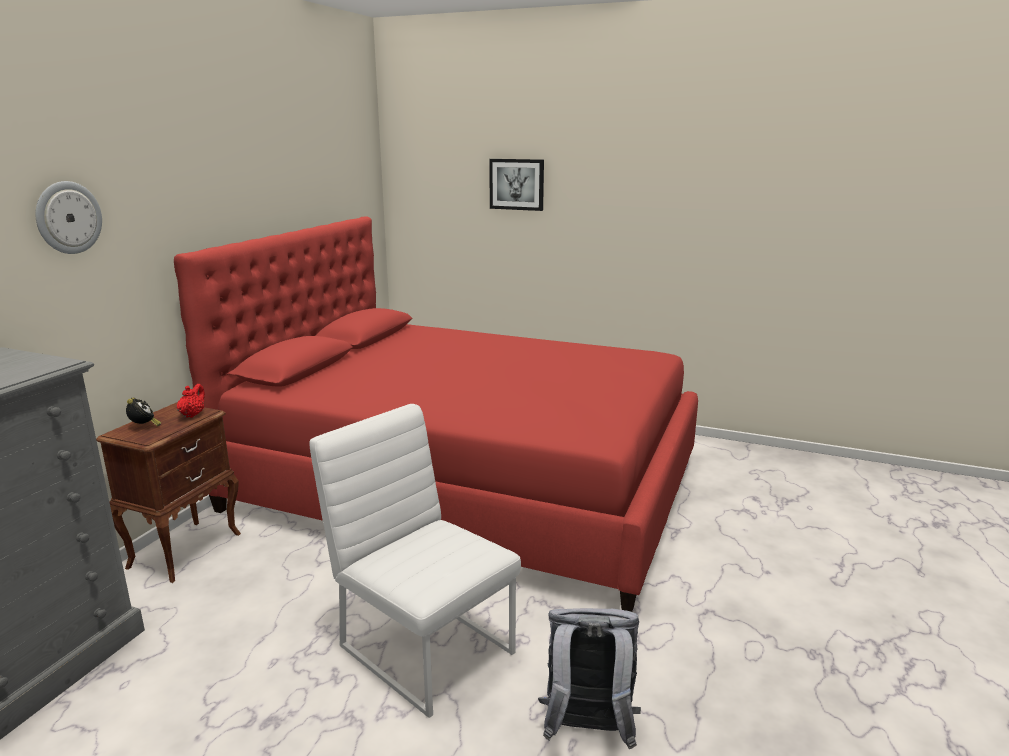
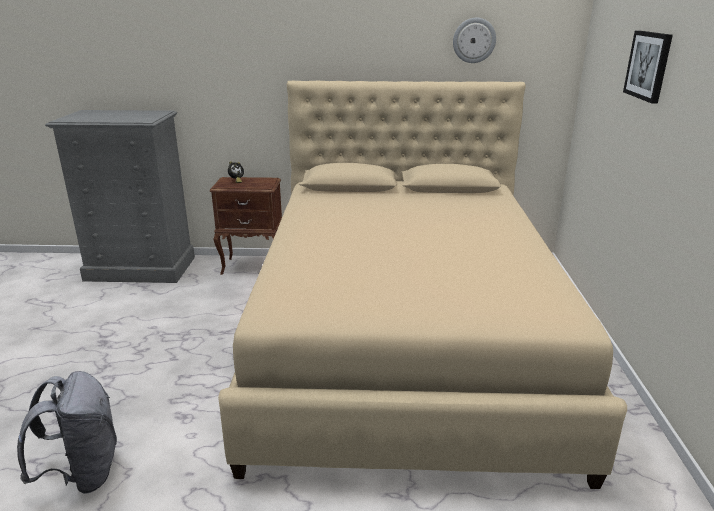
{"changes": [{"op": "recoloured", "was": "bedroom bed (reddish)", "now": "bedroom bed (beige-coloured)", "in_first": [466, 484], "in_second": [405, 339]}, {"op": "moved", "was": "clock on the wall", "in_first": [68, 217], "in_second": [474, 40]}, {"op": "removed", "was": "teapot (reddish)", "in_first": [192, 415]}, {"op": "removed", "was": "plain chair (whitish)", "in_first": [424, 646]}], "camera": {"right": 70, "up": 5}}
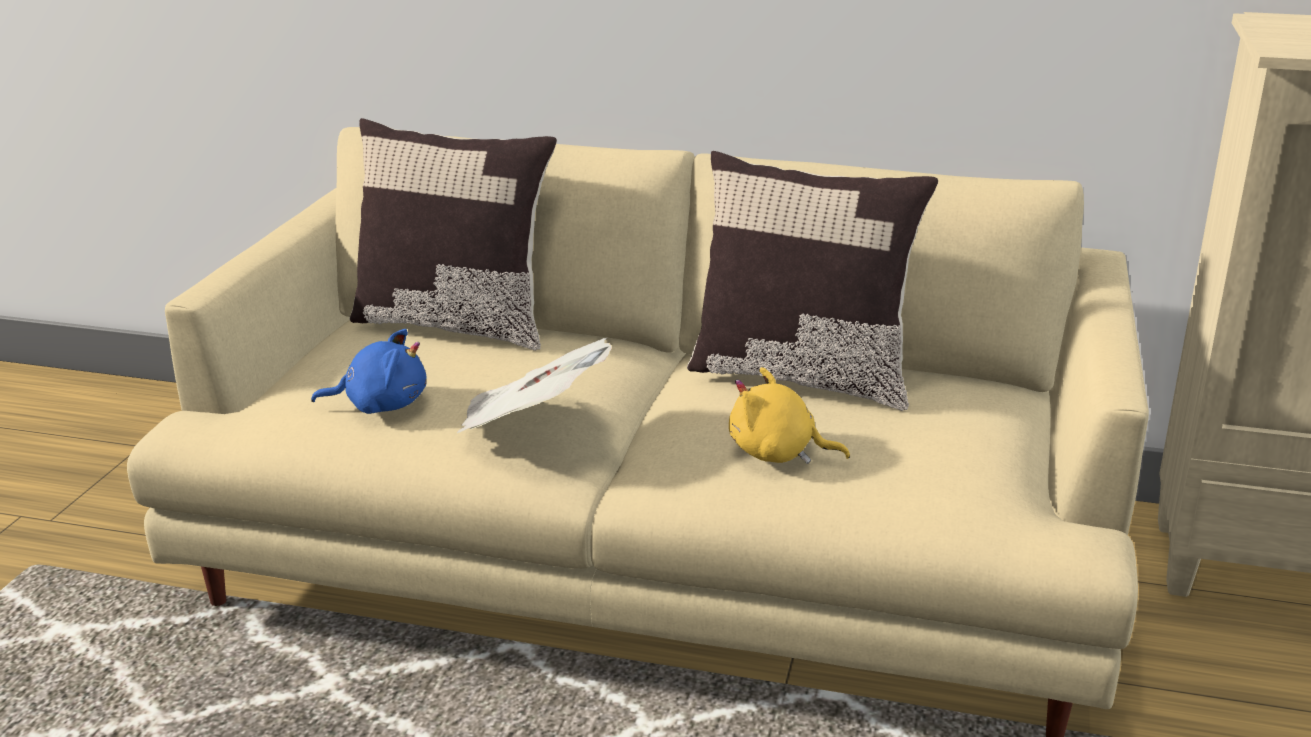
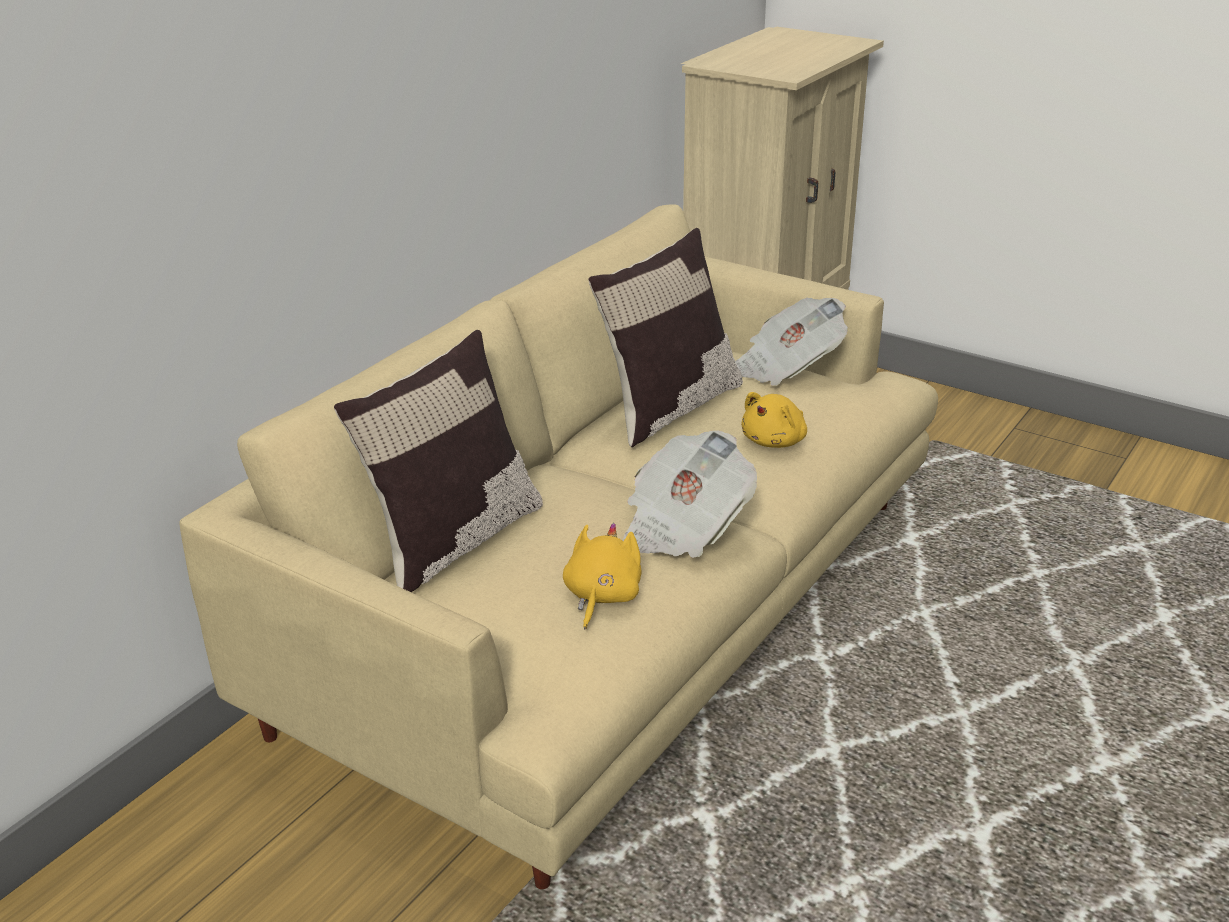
{"changes": [{"op": "recoloured", "was": "cuddly toy (bluish)", "now": "cuddly toy (yellowish)", "in_first": [380, 405], "in_second": [601, 597]}, {"op": "added", "now": "daily paper", "in_second": [787, 368]}], "camera": {"right": -70, "up": 5}}
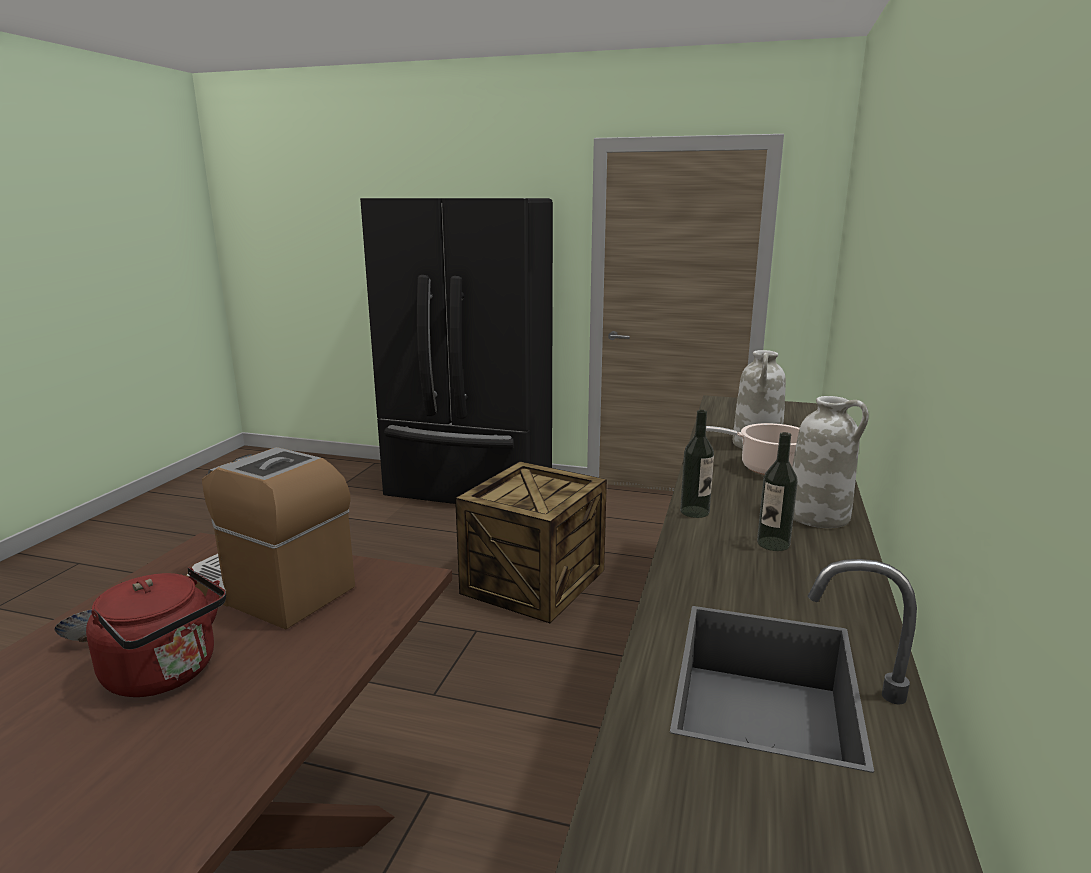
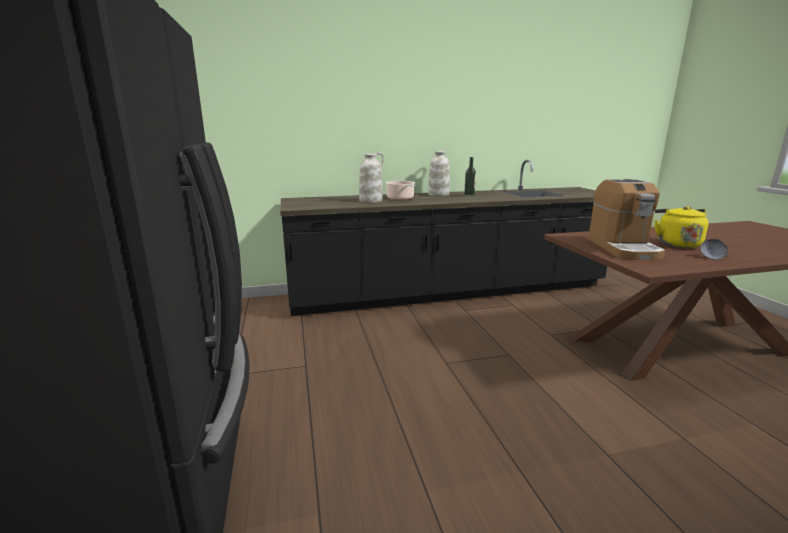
{"changes": [{"op": "recoloured", "was": "water kettle (reddish)", "now": "water kettle (yellowish)", "in_first": [166, 674], "in_second": [676, 244]}, {"op": "removed", "was": "packing crate", "in_first": [532, 581]}, {"op": "removed", "was": "beverage bottle", "in_first": [694, 512]}], "camera": {"right": -120, "up": 0}}
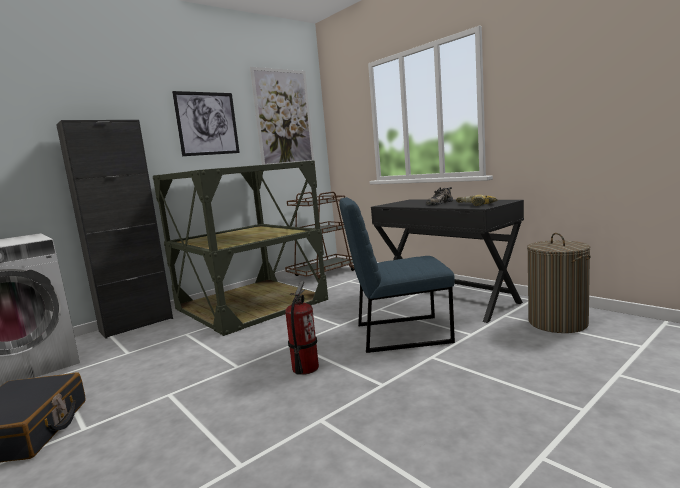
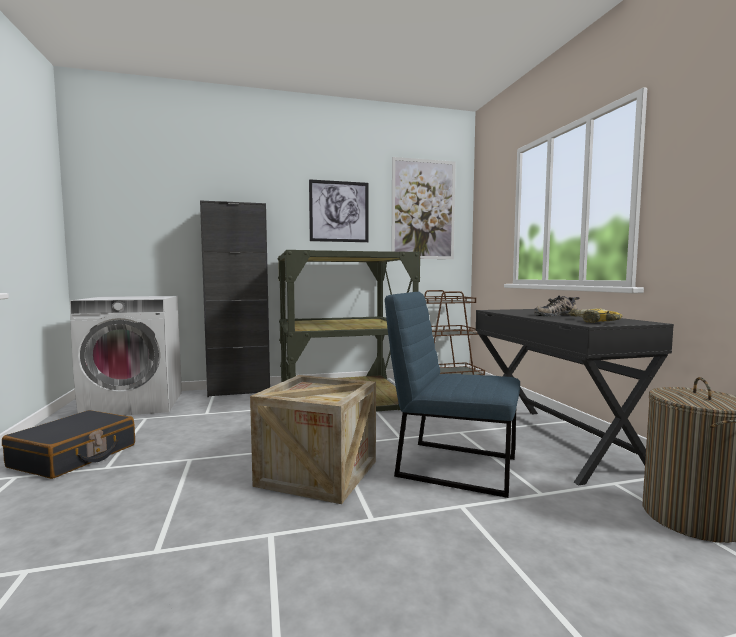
{"changes": [{"op": "replaced", "was": "fire extinguisher", "now": "packing crate", "in_first": [305, 368], "in_second": [318, 473]}], "camera": {"right": 25, "up": -5}}
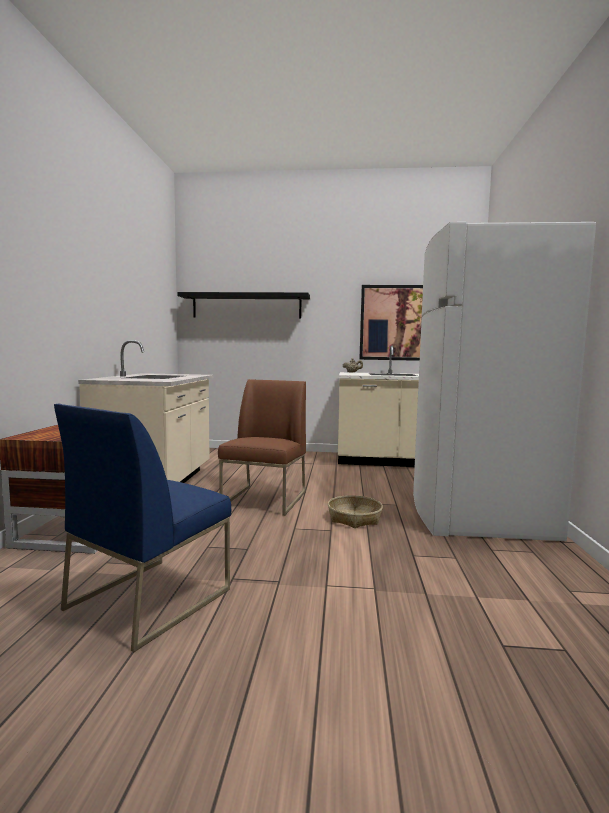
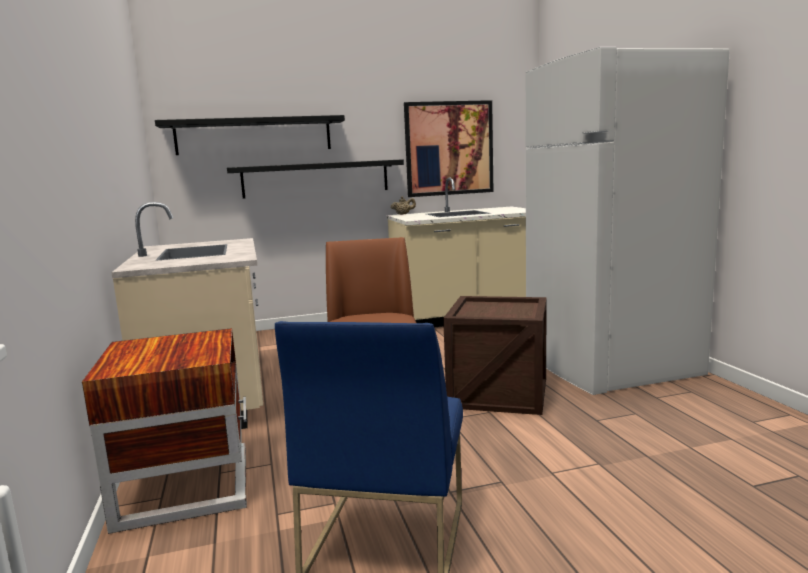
{"changes": [{"op": "added", "now": "bracket shelf (black-coloured)", "in_second": [316, 178]}, {"op": "replaced", "was": "household basket", "now": "packing crate", "in_first": [354, 518], "in_second": [498, 393]}], "camera": {"right": -20, "up": 5}}
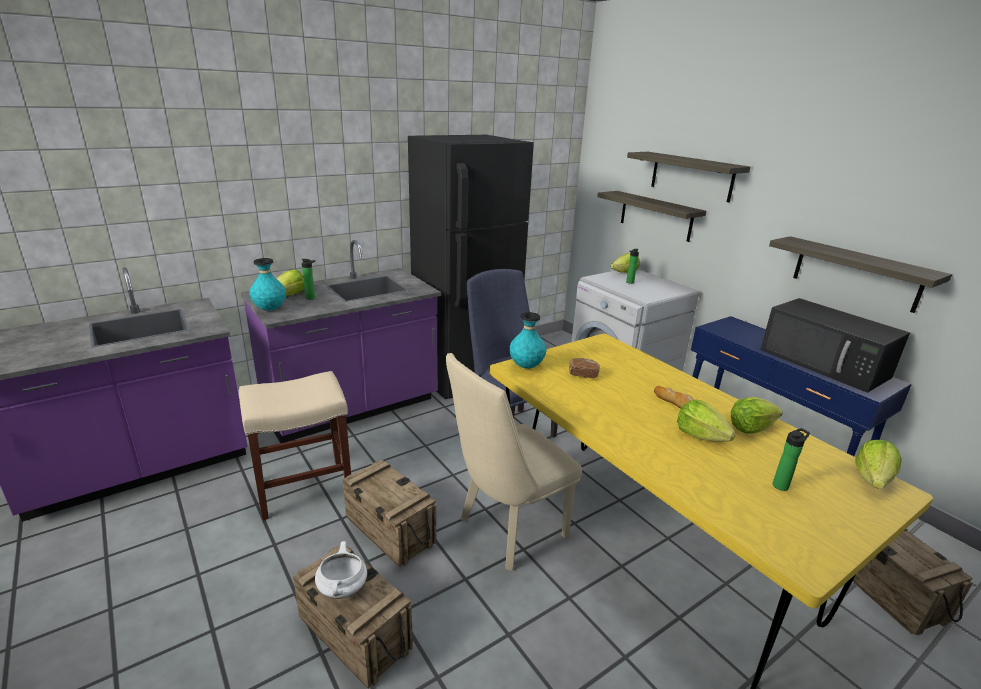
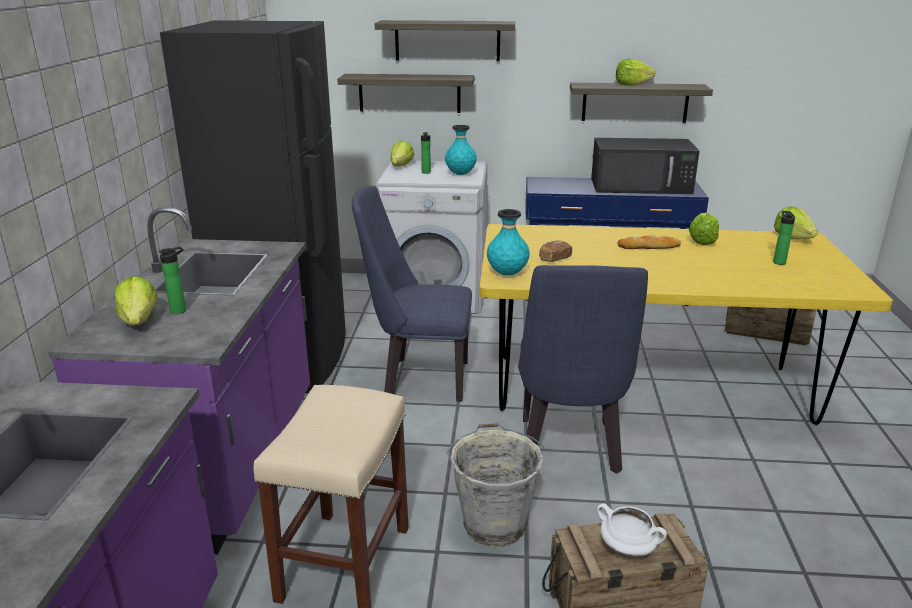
{"changes": [{"op": "moved", "was": "decorative vase (turquoise)", "in_first": [270, 309], "in_second": [460, 174]}, {"op": "replaced", "was": "packing crate", "now": "water bucket (gray)", "in_first": [389, 530], "in_second": [494, 523]}, {"op": "recoloured", "was": "plain chair (beige-coloured)", "now": "plain chair (bluish)", "in_first": [506, 531], "in_second": [569, 451]}, {"op": "moved", "was": "lettuce", "in_first": [700, 436], "in_second": [631, 84]}], "camera": {"right": -50, "up": 0}}
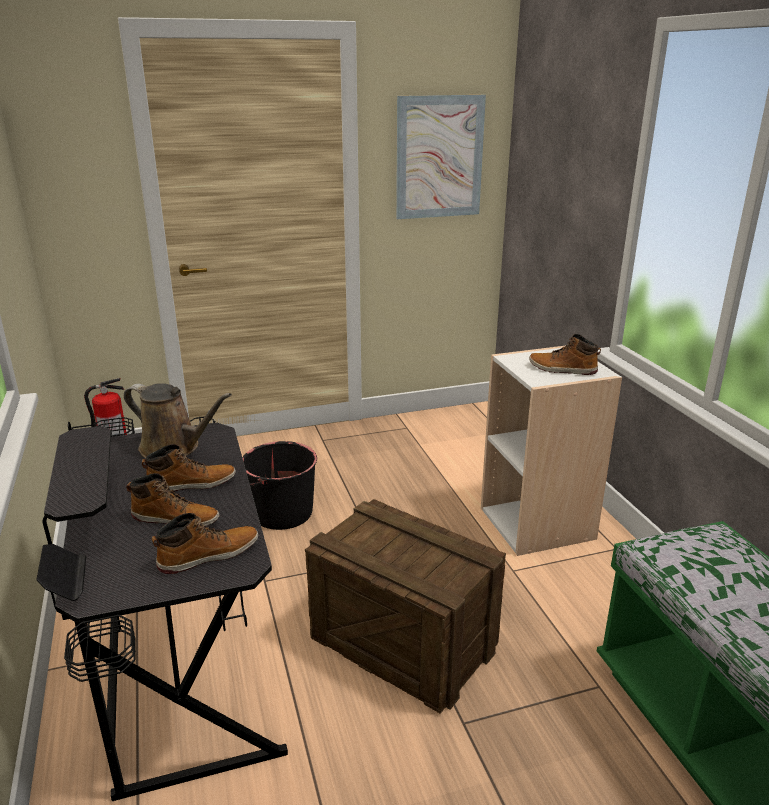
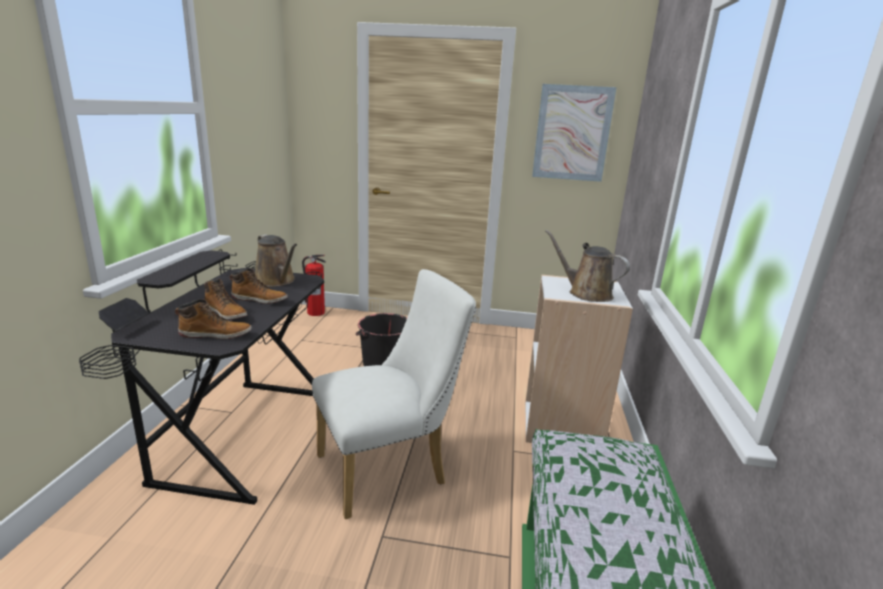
{"changes": [{"op": "replaced", "was": "packing crate", "now": "plain chair (whitish)", "in_first": [404, 643], "in_second": [390, 468]}, {"op": "replaced", "was": "tall boot", "now": "watering pot (brown-coloured)", "in_first": [562, 369], "in_second": [586, 293]}], "camera": {"right": 25, "up": -5}}
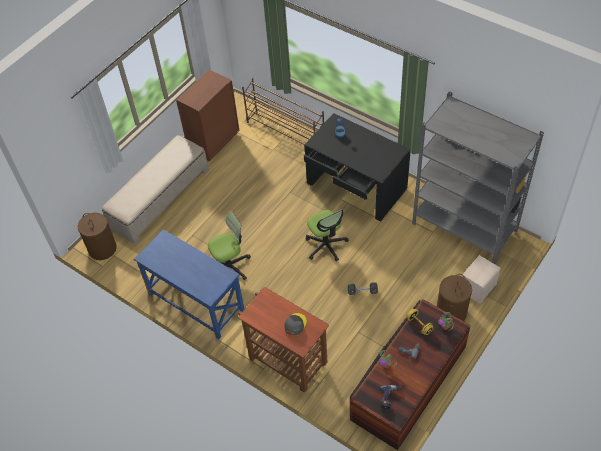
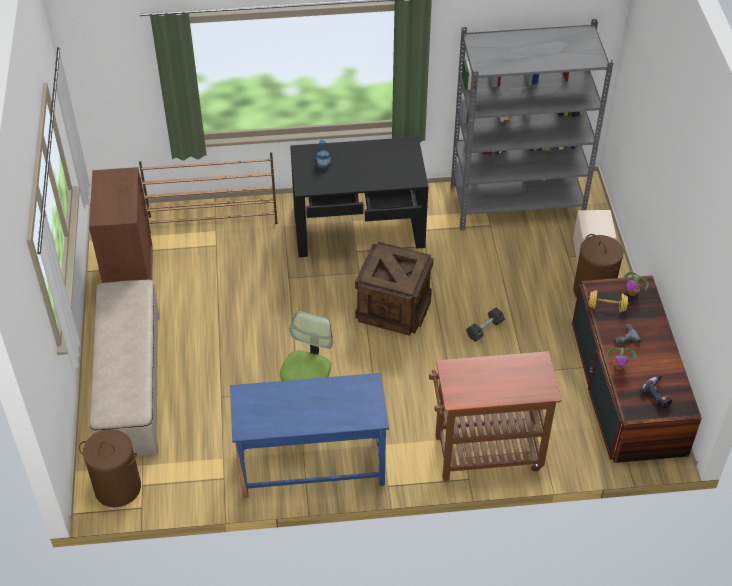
{"changes": [{"op": "replaced", "was": "computer chair", "now": "packing crate", "in_first": [326, 245], "in_second": [394, 308]}, {"op": "removed", "was": "cap (gray)", "in_first": [295, 324]}], "camera": {"right": -45, "up": -5}}
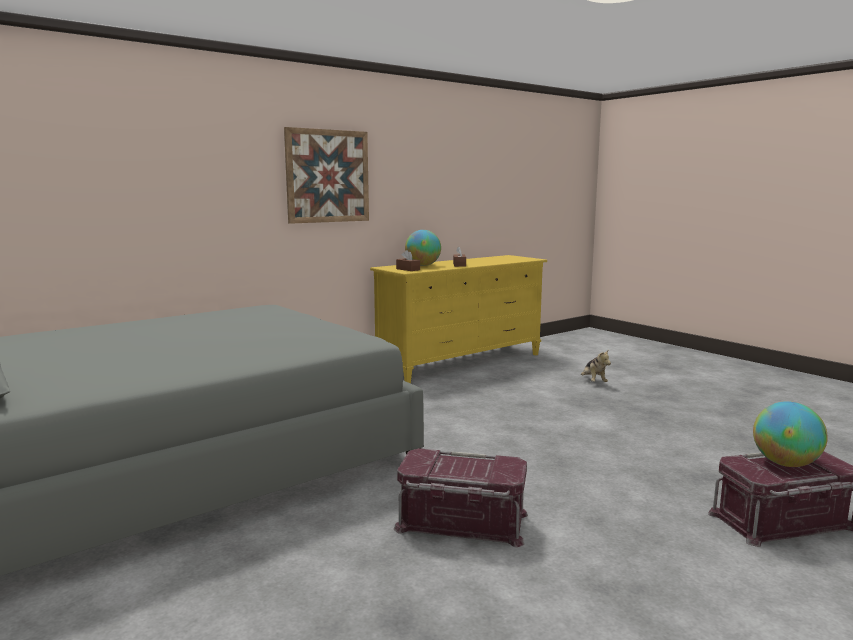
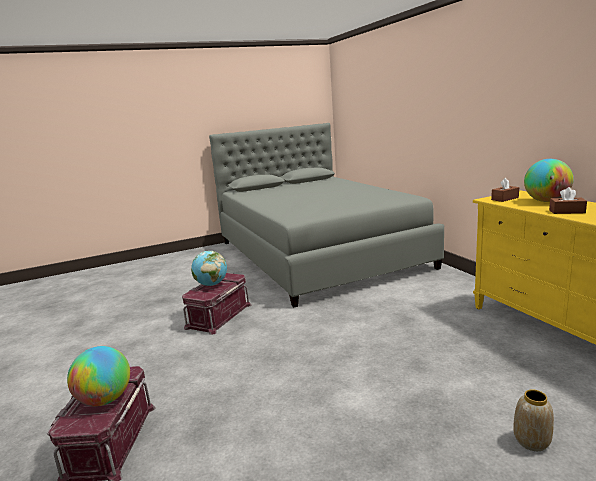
{"changes": [{"op": "added", "now": "desk globe", "in_second": [211, 284]}, {"op": "replaced", "was": "cuddly toy", "now": "decorative vase", "in_first": [593, 382], "in_second": [532, 441]}, {"op": "removed", "was": "picture", "in_first": [327, 176]}], "camera": {"right": 105, "up": 5}}
